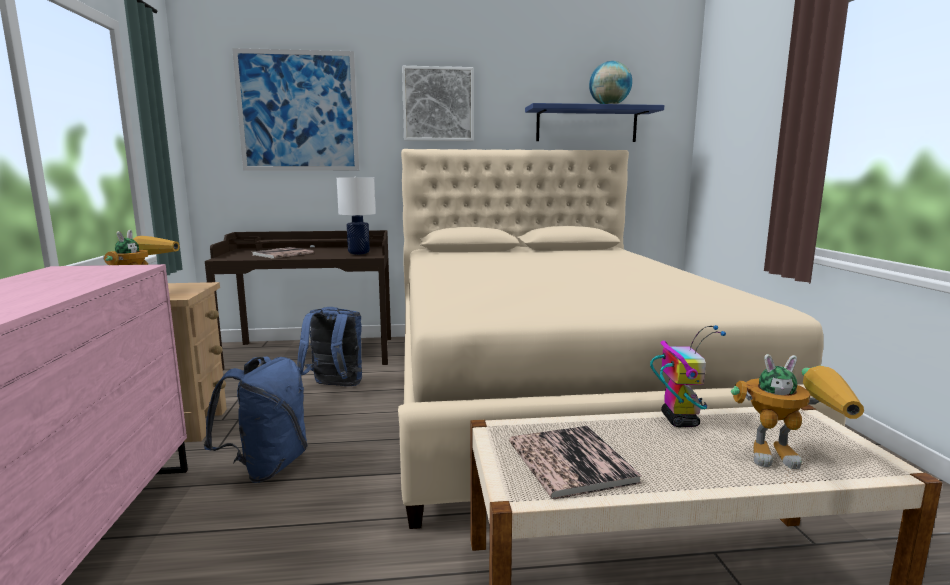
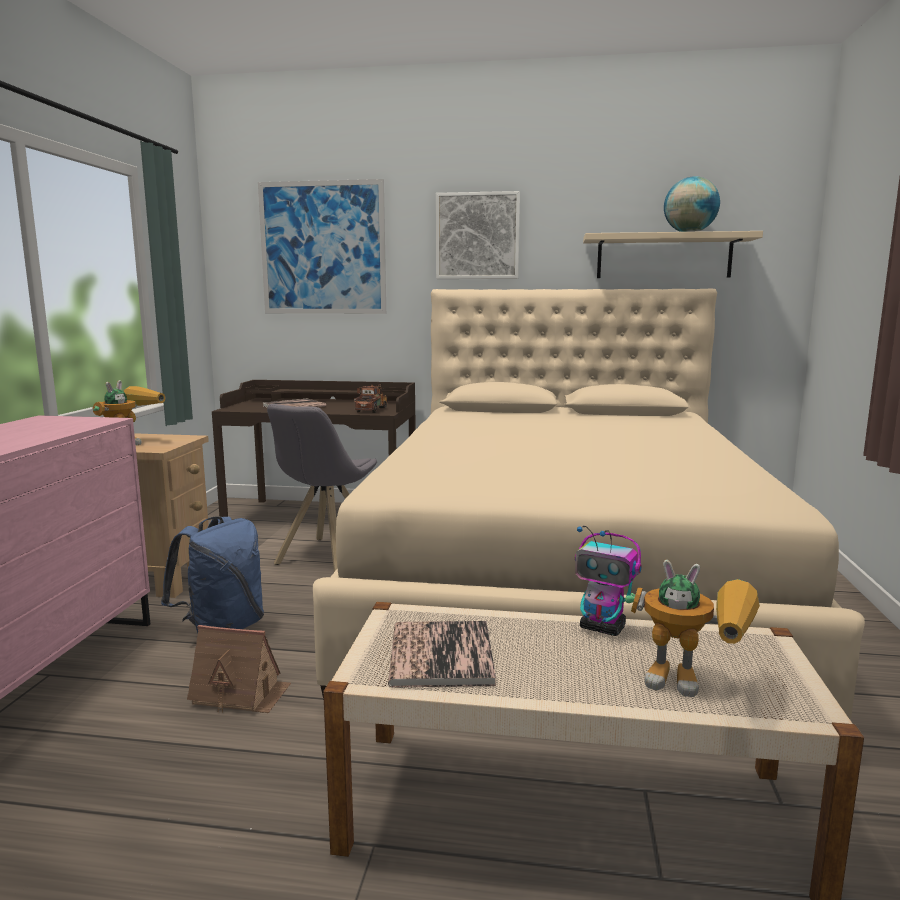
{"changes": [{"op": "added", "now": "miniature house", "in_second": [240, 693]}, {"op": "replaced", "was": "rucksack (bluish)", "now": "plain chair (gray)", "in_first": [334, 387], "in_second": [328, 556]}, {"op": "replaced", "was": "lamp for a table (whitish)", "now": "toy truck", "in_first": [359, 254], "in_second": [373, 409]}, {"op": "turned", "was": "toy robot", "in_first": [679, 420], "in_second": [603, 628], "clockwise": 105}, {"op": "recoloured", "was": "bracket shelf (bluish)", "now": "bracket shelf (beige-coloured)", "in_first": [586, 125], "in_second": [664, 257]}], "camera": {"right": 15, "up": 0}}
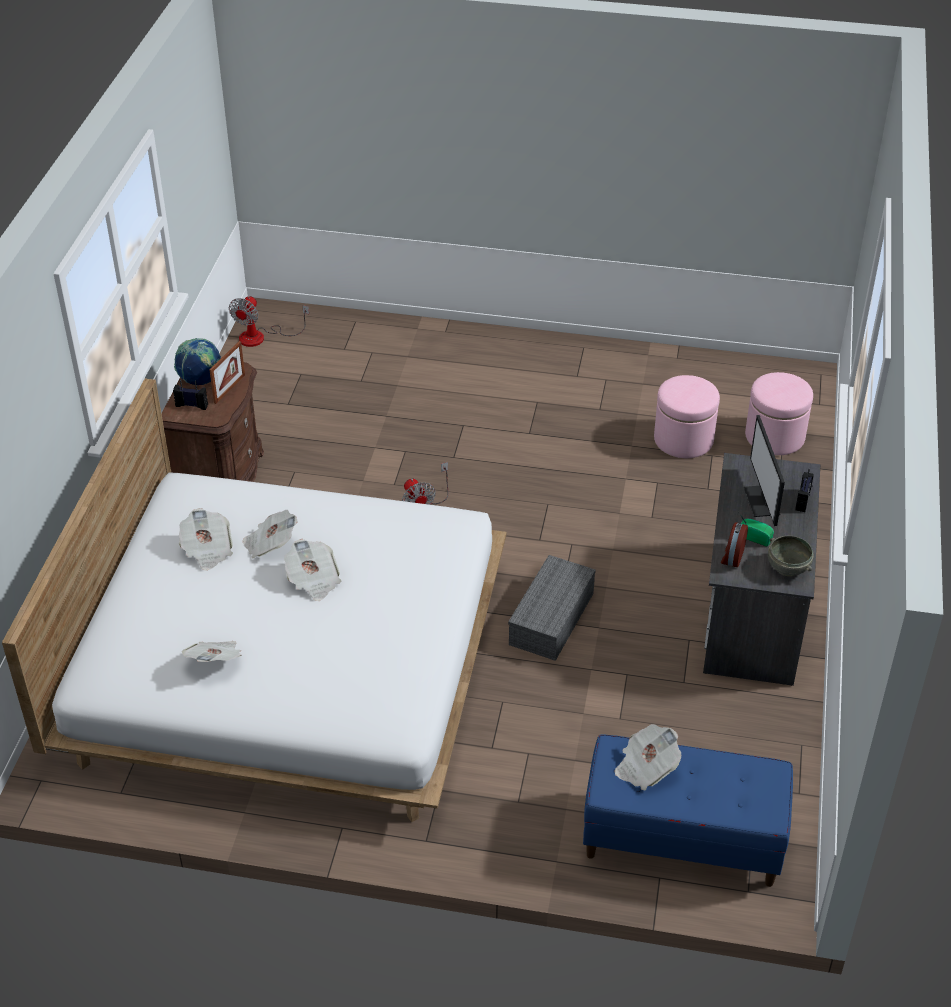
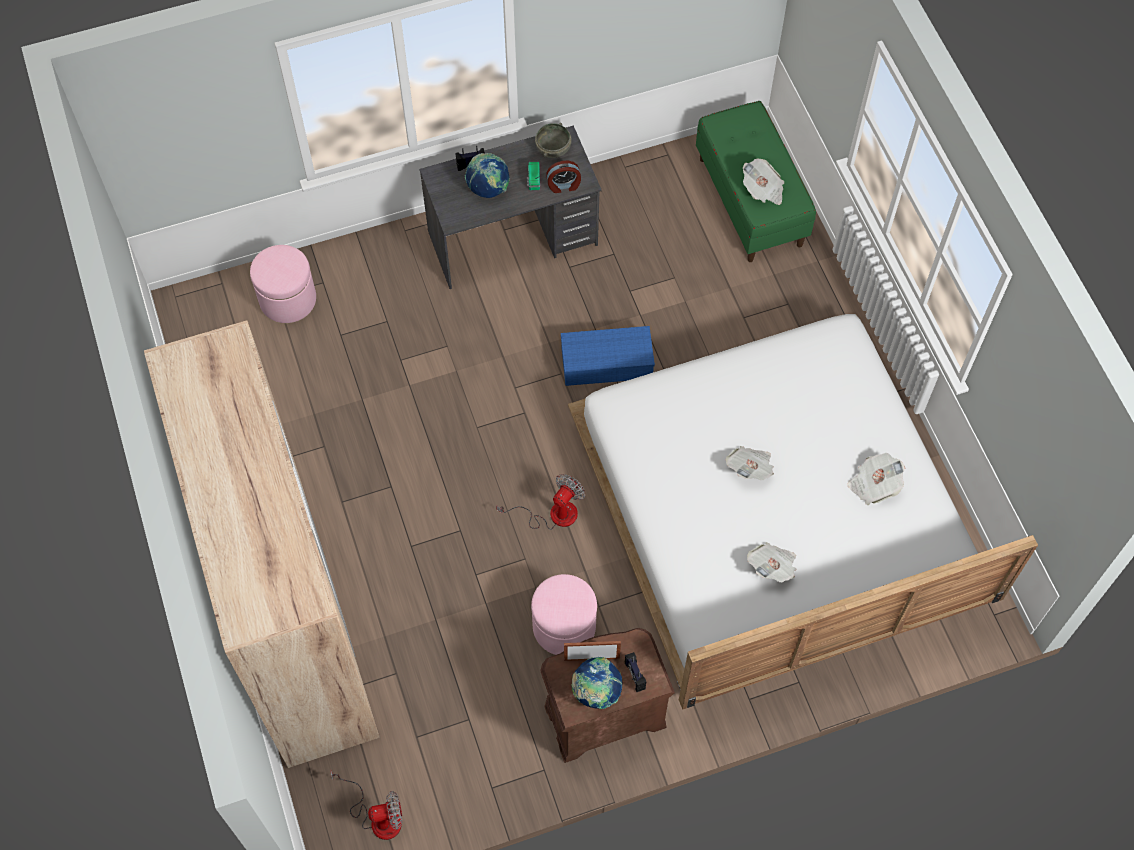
{"changes": [{"op": "added", "now": "clothes cupboard (beige-coloured)", "in_second": [295, 618]}, {"op": "replaced", "was": "computer screen", "now": "desk globe", "in_first": [762, 501], "in_second": [488, 189]}, {"op": "moved", "was": "ottoman (pink-coloured)", "in_first": [683, 439], "in_second": [564, 626]}, {"op": "recoloured", "was": "storage bin (gray)", "now": "storage bin (bluish)", "in_first": [552, 620], "in_second": [608, 362]}, {"op": "recoloured", "was": "indoor bench (bluish)", "now": "indoor bench (green)", "in_first": [682, 839], "in_second": [751, 201]}, {"op": "removed", "was": "daily paper", "in_first": [270, 544]}], "camera": {"right": -120, "up": 20}}
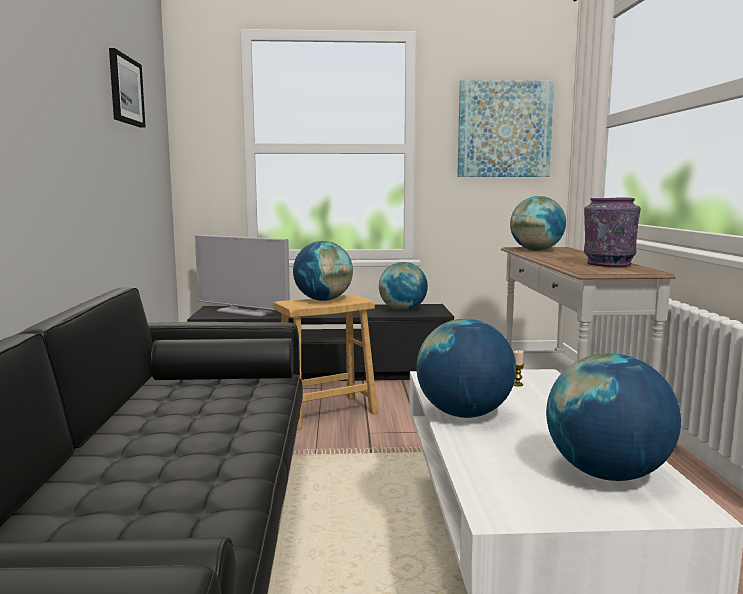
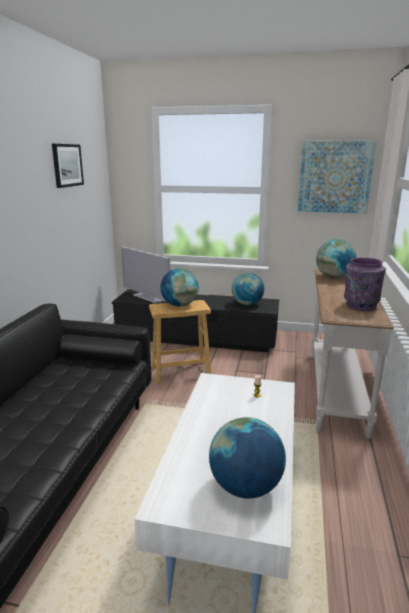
{"changes": [{"op": "removed", "was": "desk globe", "in_first": [464, 414]}], "camera": {"right": 15, "up": 10}}
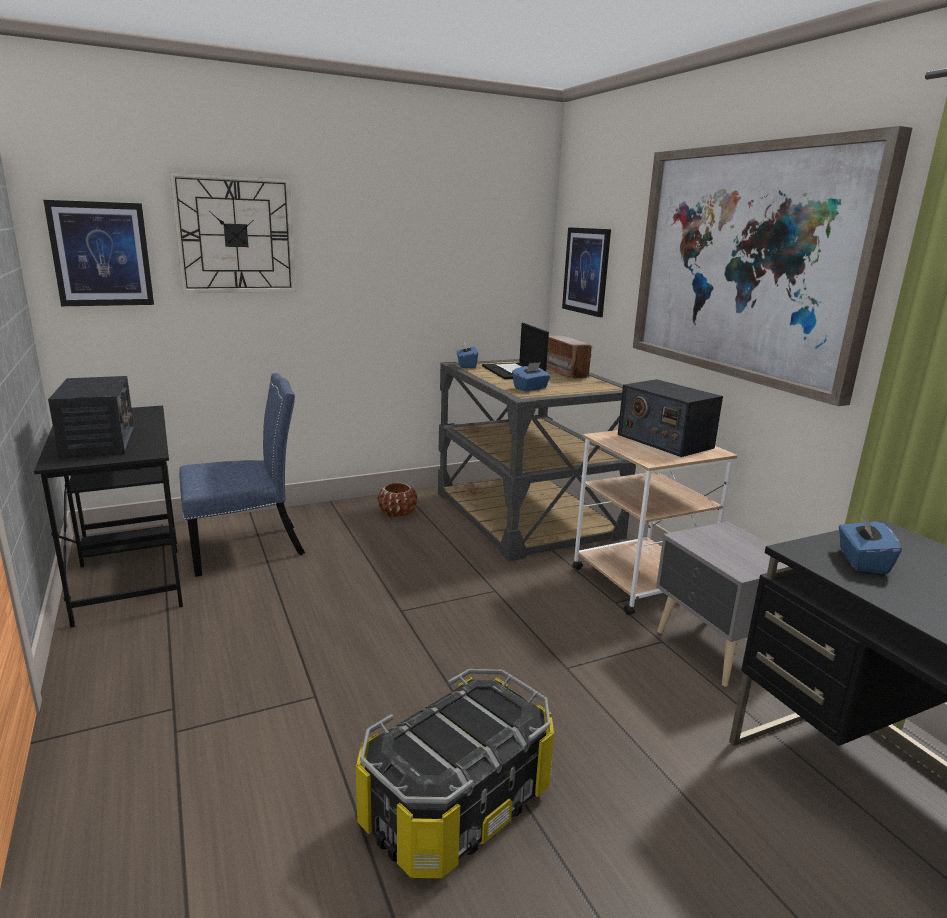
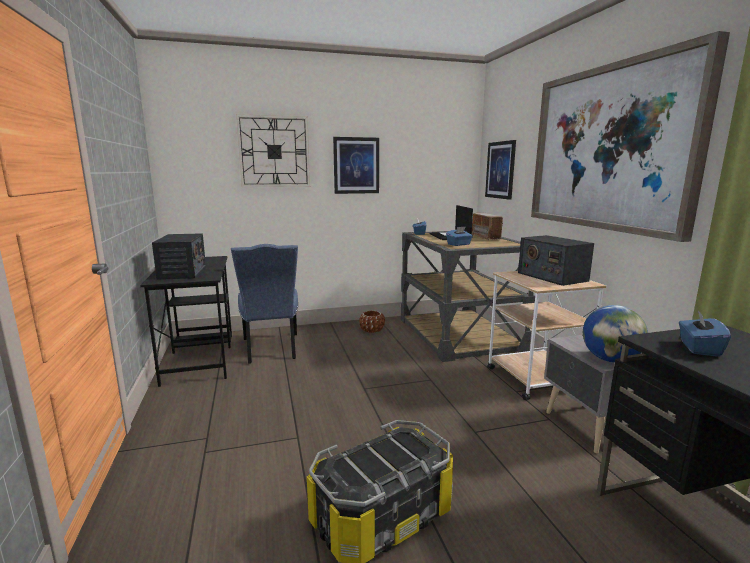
{"changes": [{"op": "turned", "was": "plain chair (bluish)", "in_first": [244, 548], "in_second": [271, 347], "clockwise": 90}, {"op": "moved", "was": "picture", "in_first": [101, 254], "in_second": [356, 165]}, {"op": "added", "now": "desk globe", "in_second": [610, 359]}], "camera": {"right": 10, "up": -5}}
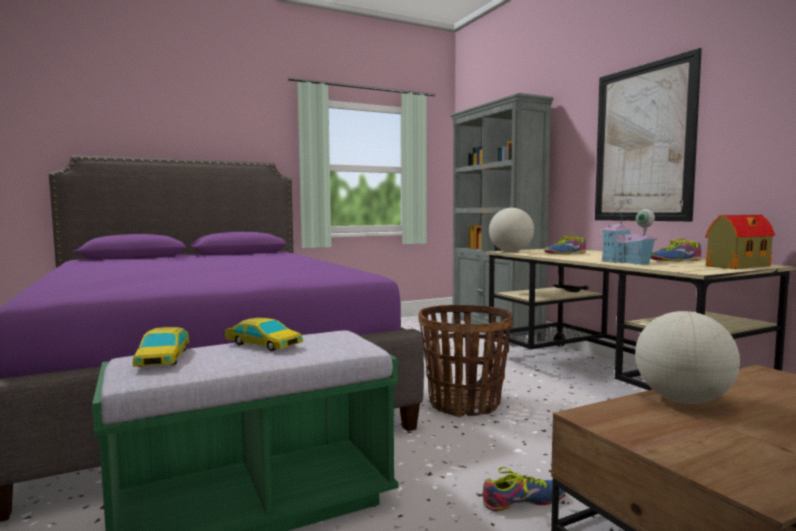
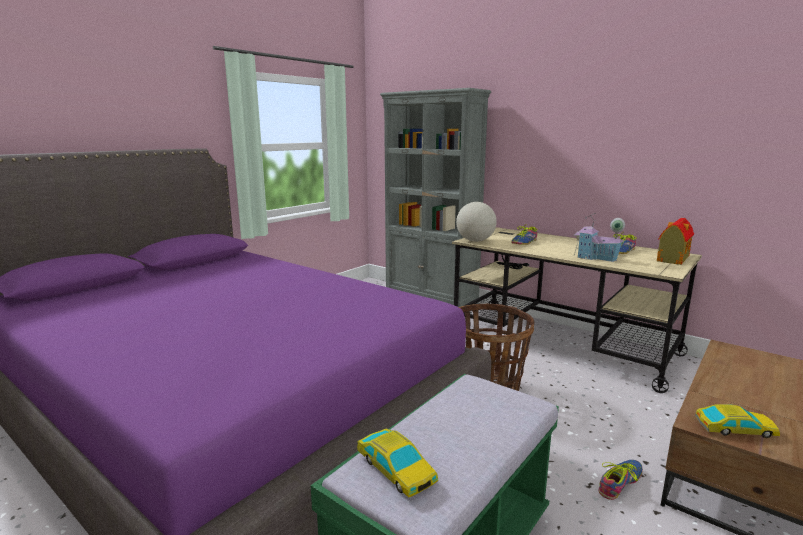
{"changes": [{"op": "moved", "was": "toy car", "in_first": [263, 344], "in_second": [735, 428]}, {"op": "removed", "was": "picture", "in_first": [642, 143]}, {"op": "removed", "was": "desk globe", "in_first": [682, 400]}], "camera": {"right": -25, "up": 10}}
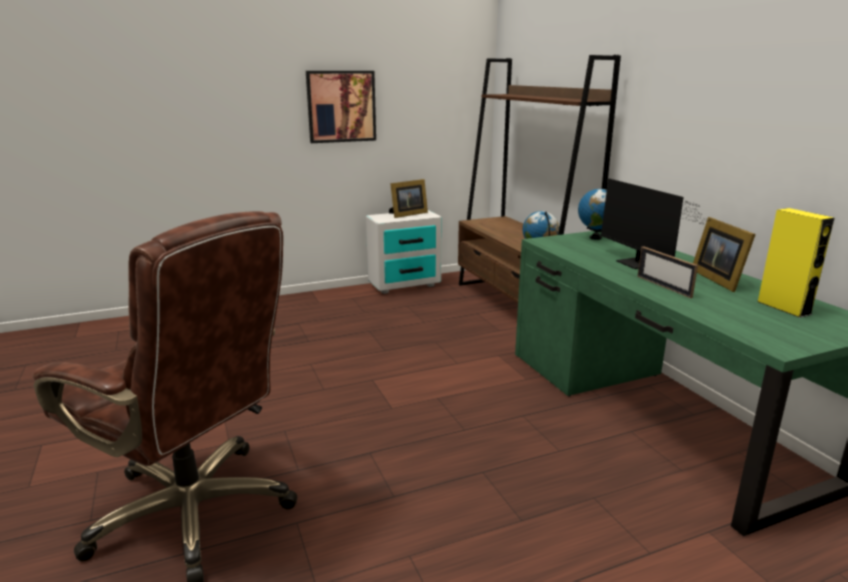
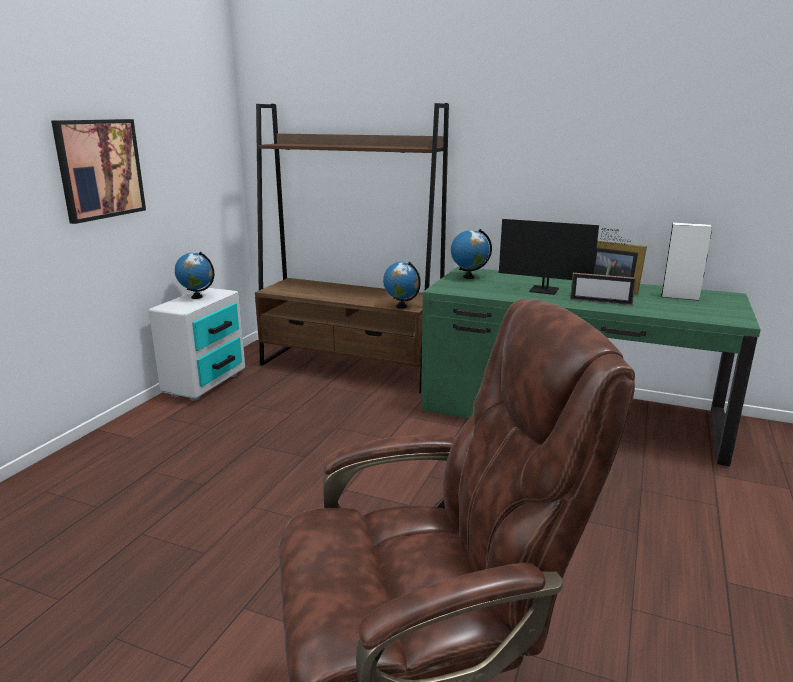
{"changes": [{"op": "replaced", "was": "photo frame", "now": "desk globe", "in_first": [407, 214], "in_second": [197, 297]}, {"op": "recoloured", "was": "loudspeaker (yellowish)", "now": "loudspeaker (whitish)", "in_first": [783, 308], "in_second": [680, 297]}], "camera": {"right": -45, "up": 0}}
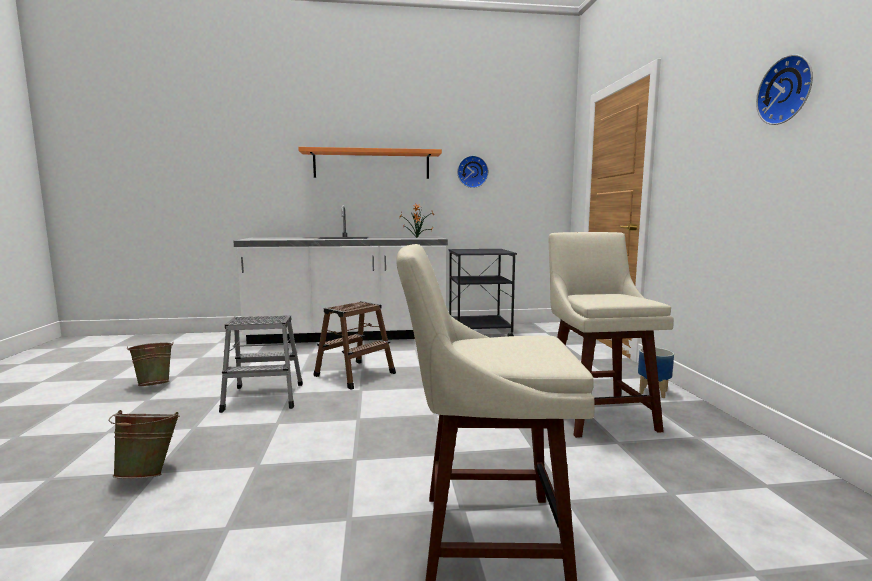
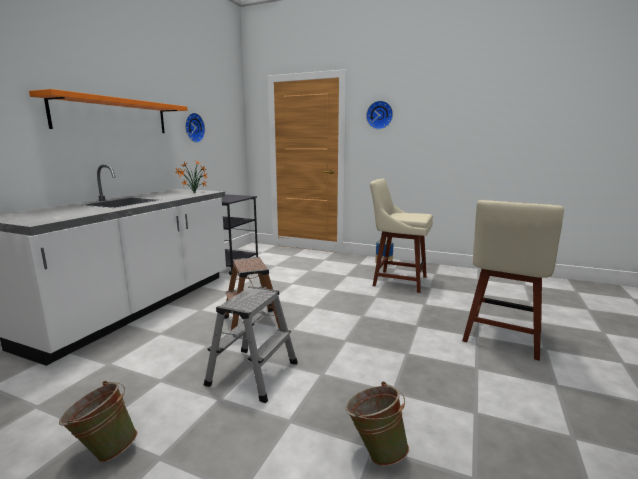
{"changes": [{"op": "moved", "was": "clock on the wall", "in_first": [787, 90], "in_second": [379, 115]}], "camera": {"right": -60, "up": 5}}
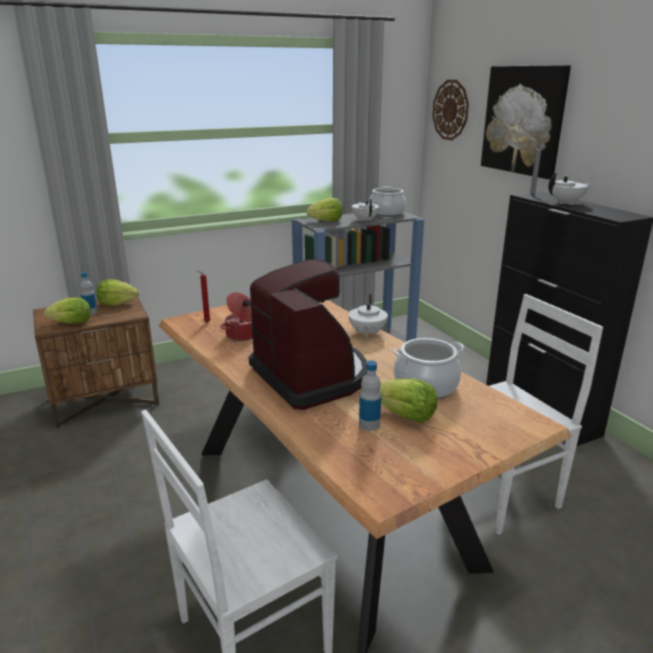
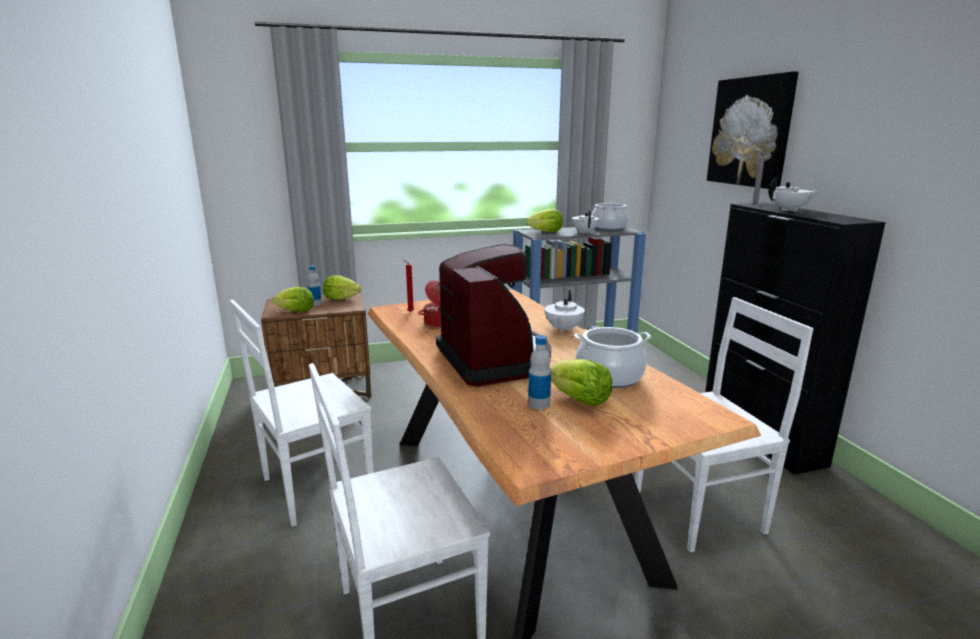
{"changes": [{"op": "added", "now": "plain chair (whitish)", "in_second": [314, 488]}, {"op": "removed", "was": "clock on the wall", "in_first": [450, 110]}], "camera": {"right": 10, "up": -5}}
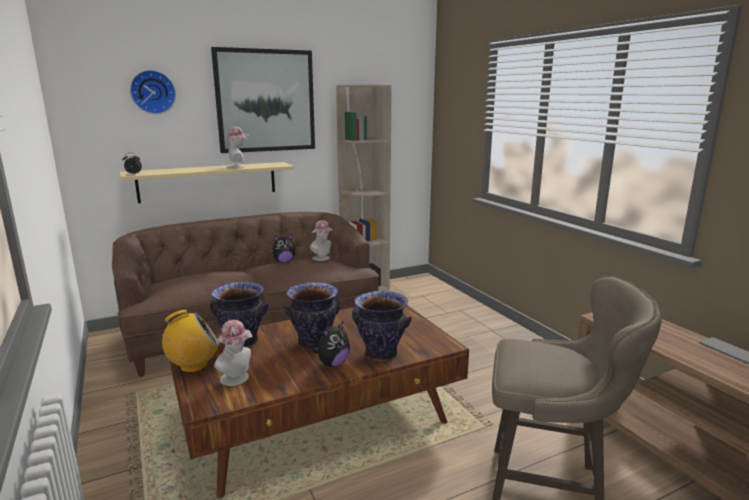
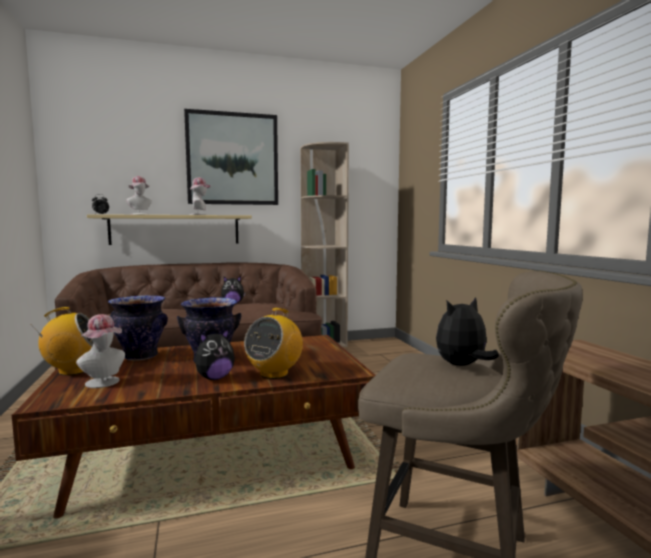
{"changes": [{"op": "moved", "was": "hat", "in_first": [322, 258], "in_second": [140, 214]}, {"op": "replaced", "was": "decorative vase", "now": "radio", "in_first": [381, 353], "in_second": [274, 373]}, {"op": "added", "now": "cuddly toy", "in_second": [462, 366]}, {"op": "removed", "was": "clock on the wall", "in_first": [153, 92]}], "camera": {"right": 10, "up": -10}}
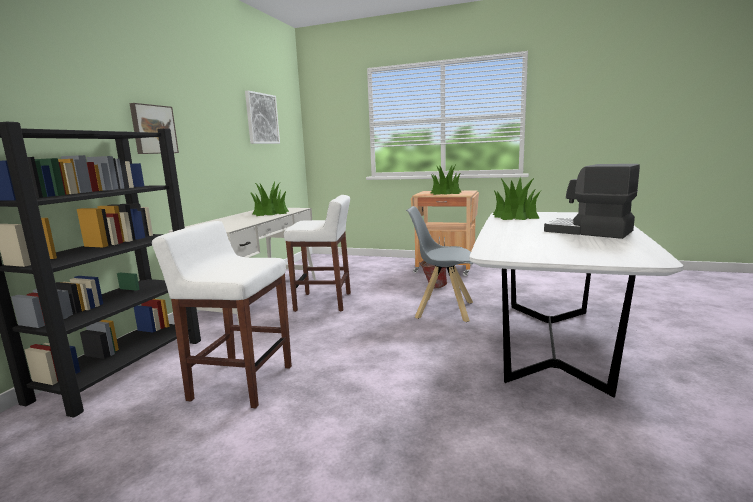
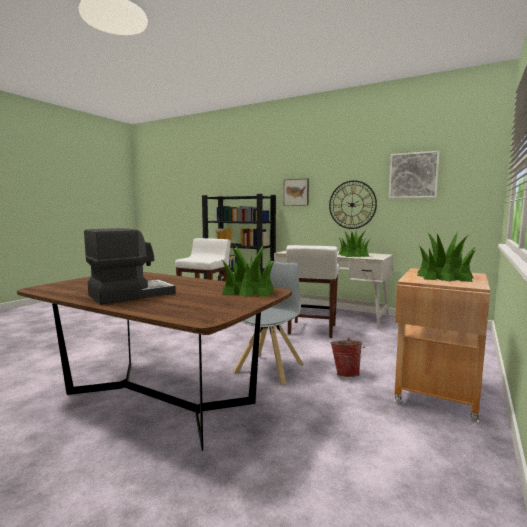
{"changes": [{"op": "recoloured", "was": "kitchen table (whitish)", "now": "kitchen table (brown-coloured)", "in_first": [552, 342], "in_second": [158, 399]}, {"op": "added", "now": "clock on the wall", "in_second": [352, 204]}], "camera": {"right": 100, "up": -5}}
